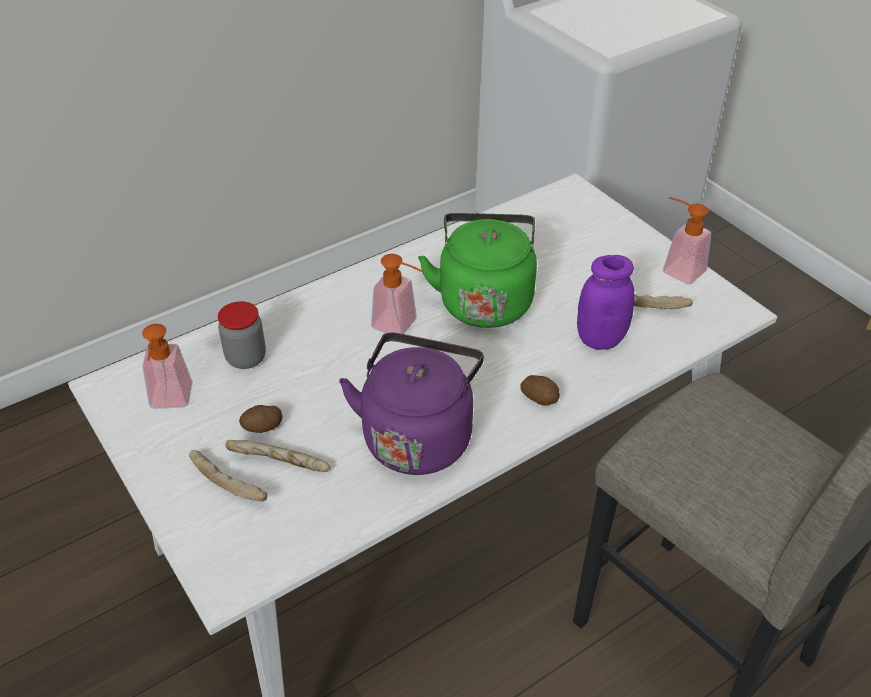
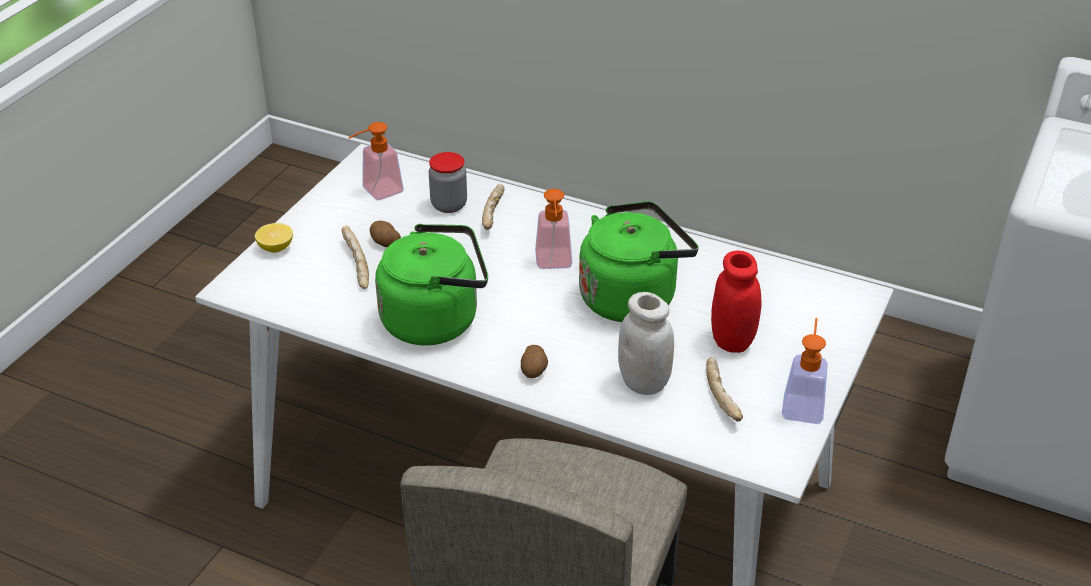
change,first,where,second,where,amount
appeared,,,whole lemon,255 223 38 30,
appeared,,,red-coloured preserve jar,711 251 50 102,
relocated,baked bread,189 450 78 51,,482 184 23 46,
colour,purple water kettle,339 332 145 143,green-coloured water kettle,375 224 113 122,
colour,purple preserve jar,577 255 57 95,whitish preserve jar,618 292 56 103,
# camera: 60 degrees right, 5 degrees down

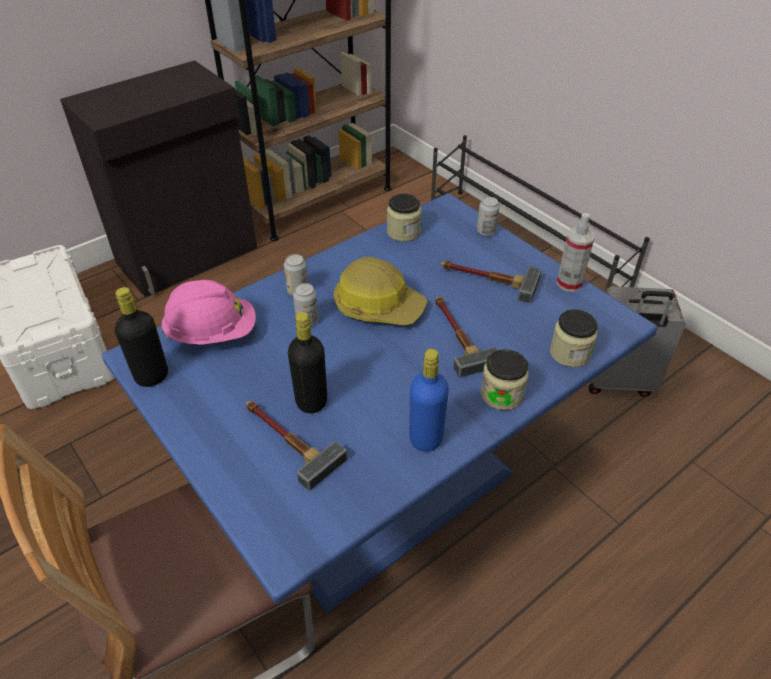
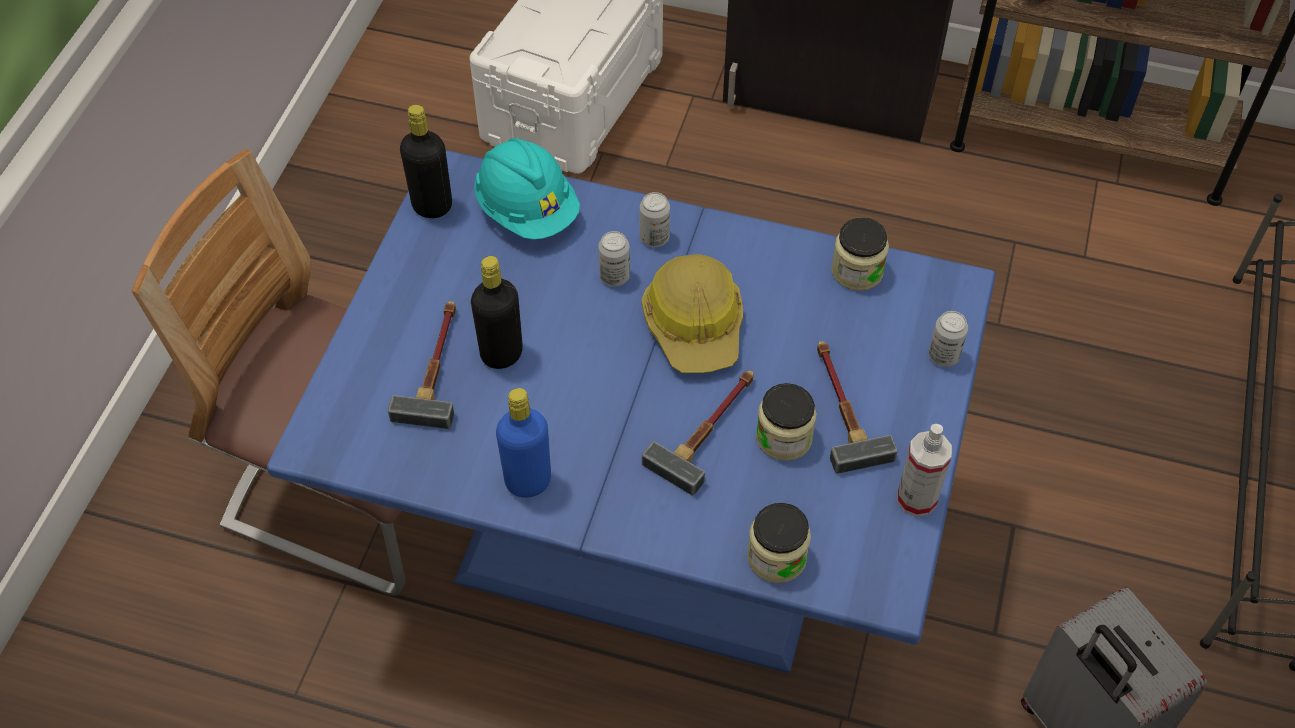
change,first,where,second,where,amount
relocated,preserve jar,481 349 47 61,,756 383 61 78,
colour,pink work helmet,161 280 95 65,turquoise work helmet,474 138 106 102,
# camera: 55 degrees right, 10 degrees up

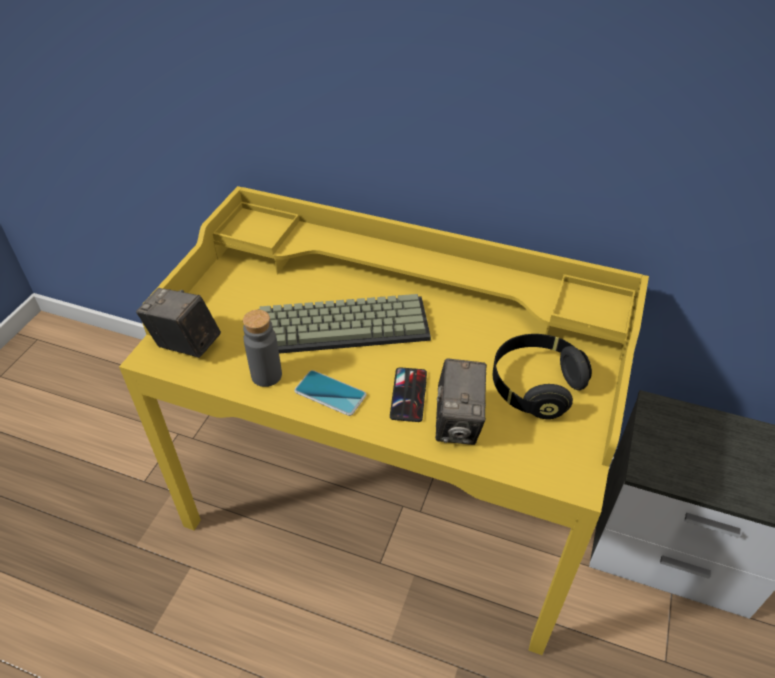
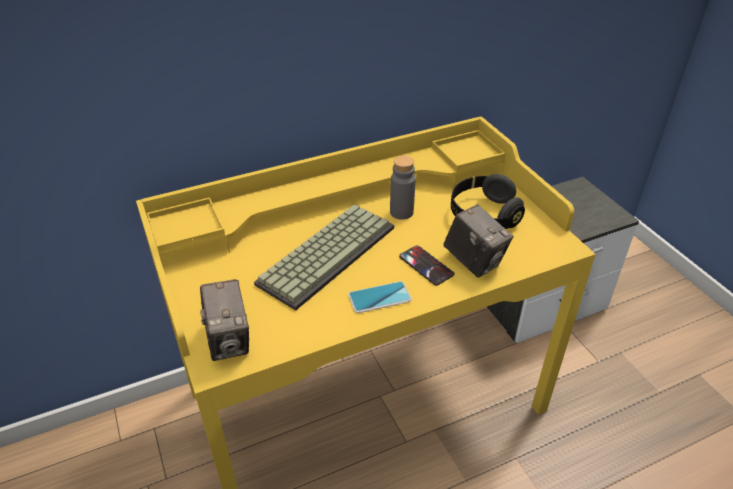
change,first,where,second,where,amount
relocated,greyish beverage bottle,243 310 39 77,,390 156 26 64,
spun,still camera,136 288 85 70,,200 279 49 82,90 degrees counterclockwise
# camera: 45 degrees left, 5 degrees down

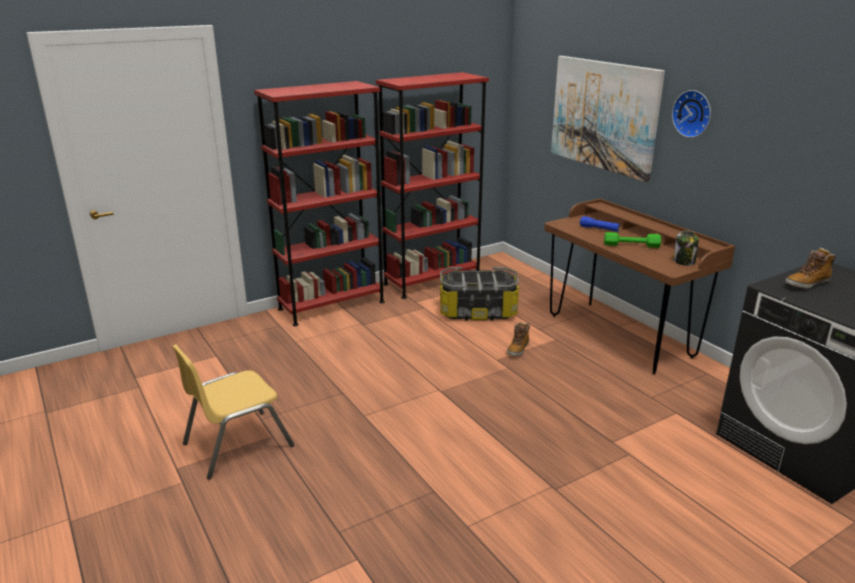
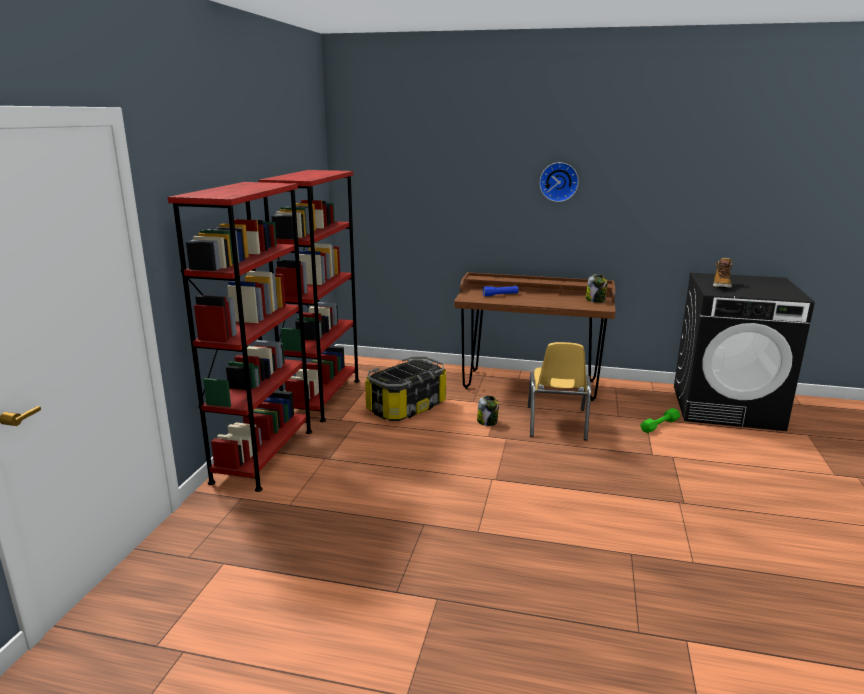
change,first,where,second,where,amount
missing,picture,551 56 114 126,,,
relocated,yellowish plain chair,172 344 122 136,,528 342 63 98,
relocated,green-coloured dumbbell,604 232 57 16,,640 408 40 25,
exchanged,high-top boot,507 322 23 34,preserve jar,477 395 22 31,
# camera: 45 degrees left, 5 degrees down

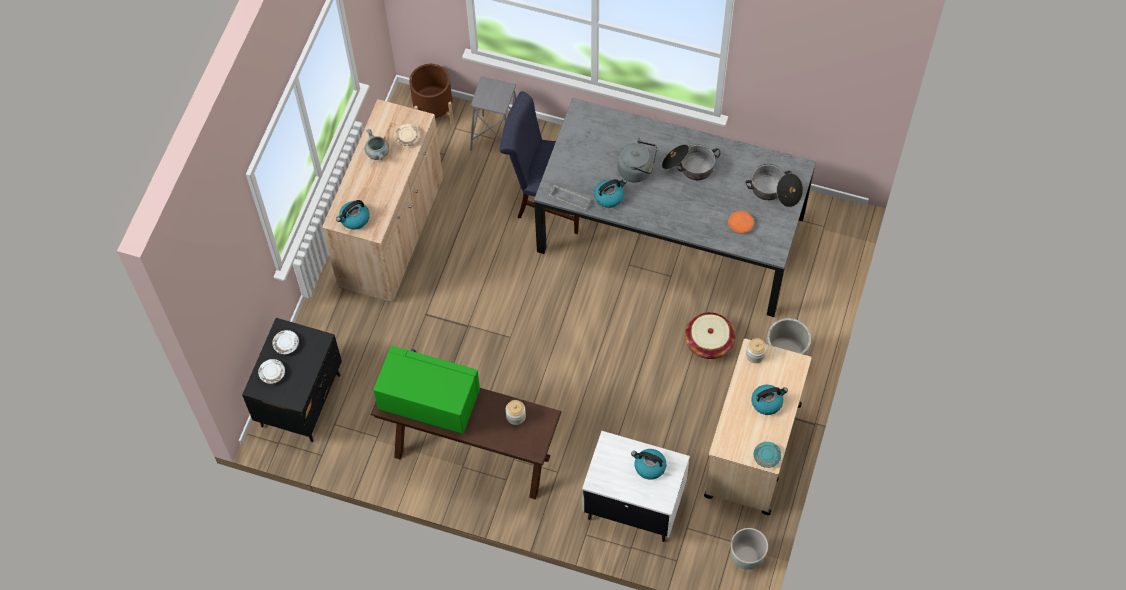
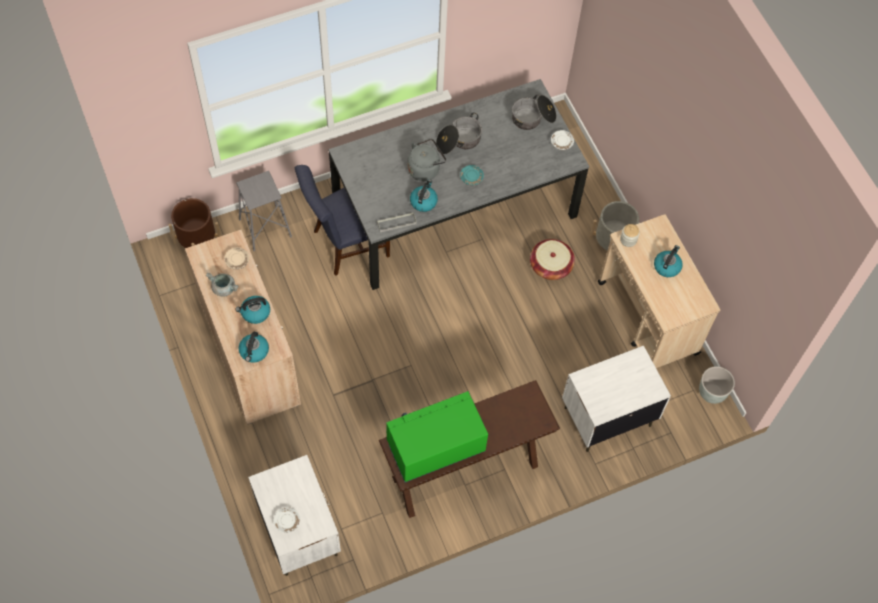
change,first,where,second,where,amount
missing,preserve jar,506 400 20 25,,,
missing,orange-coloured plate,728 211 26 22,,,
relocated,whitish plate,272 330 27 24,,551 130 23 20,
relocated,water kettle,631 449 35 31,,236 296 34 28,
relocated,turquoise plate,754 442 27 26,,460 165 24 21,
colour,blackish night table,242 318 100 124,whitish night table,248 455 93 121,
# camera: 45 degrees left, 0 degrees up

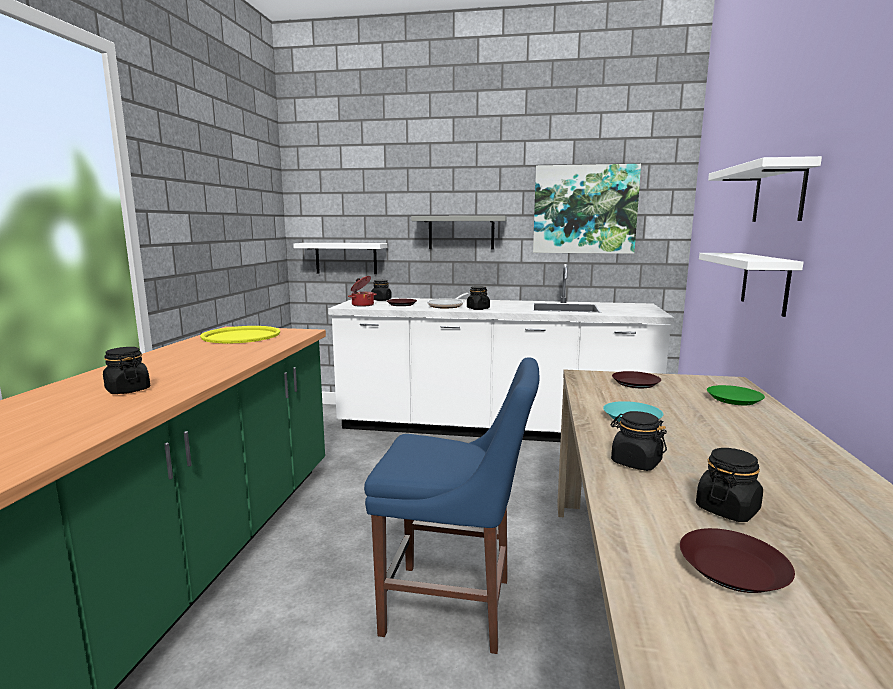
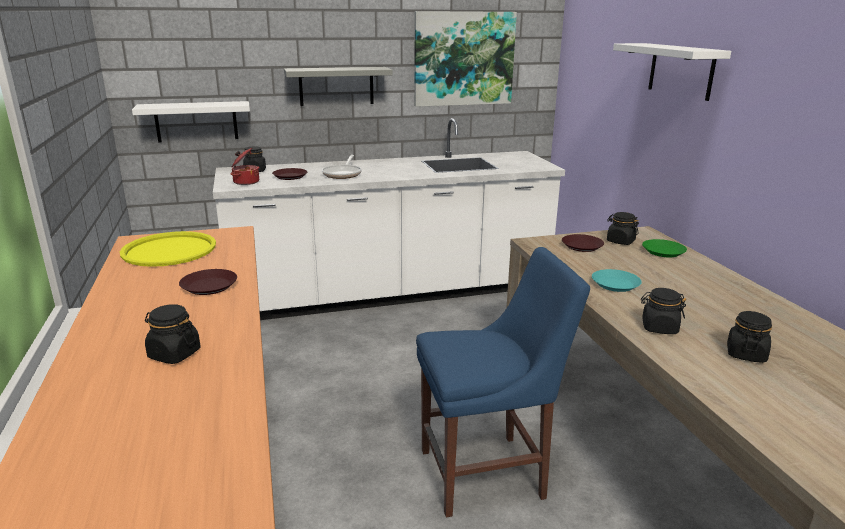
change,first,where,second,where,amount
missing,whitish shelf,699 253 105 64,,,
relocated,blackish preserve jar,467 286 23 24,,607 212 32 33,
relocated,brown-coloured plate,680 528 115 65,,179 269 58 26,
# camera: 25 degrees left, 10 degrees up

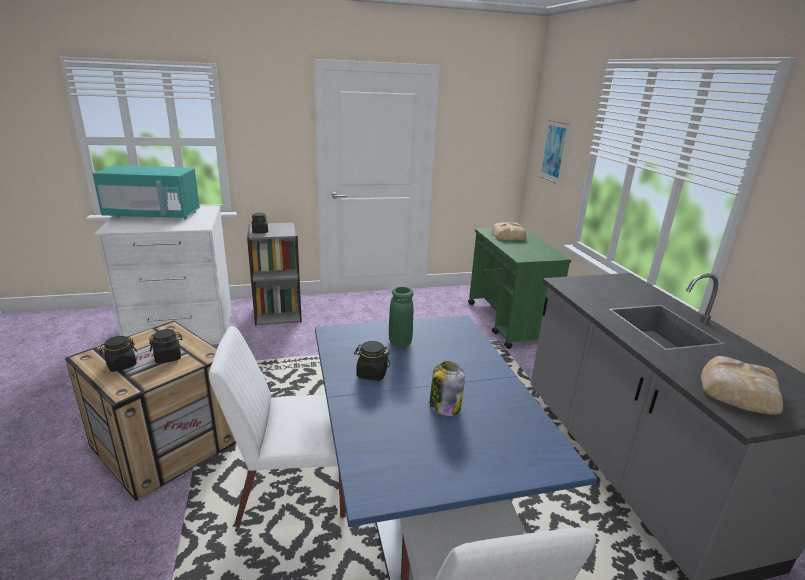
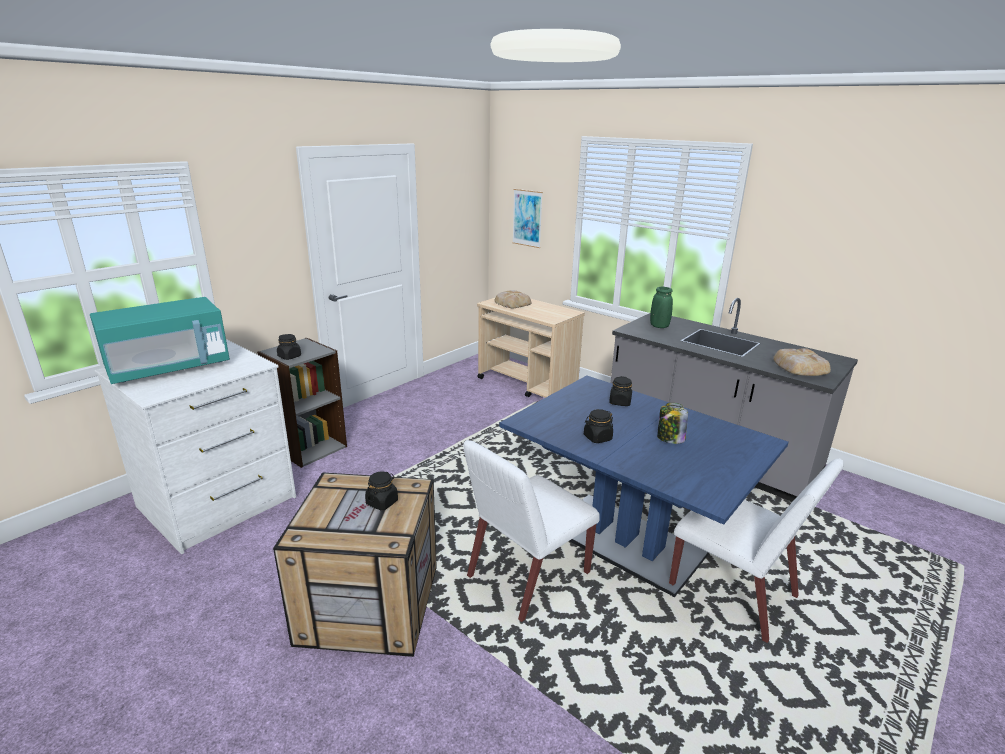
change,first,where,second,where,amount
relocated,blackish preserve jar,99 336 38 36,,609 376 23 30,
relocated,green-coloured decorative vase,389 287 24 60,,650 287 23 41,
colour,green-coloured cart,468 228 103 121,beige-coloured cart,477 298 108 100,
# camera: 35 degrees left, 0 degrees up

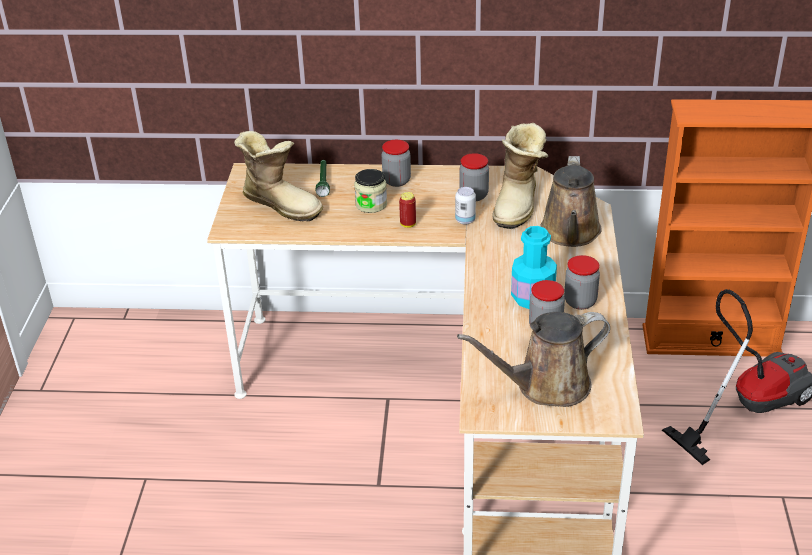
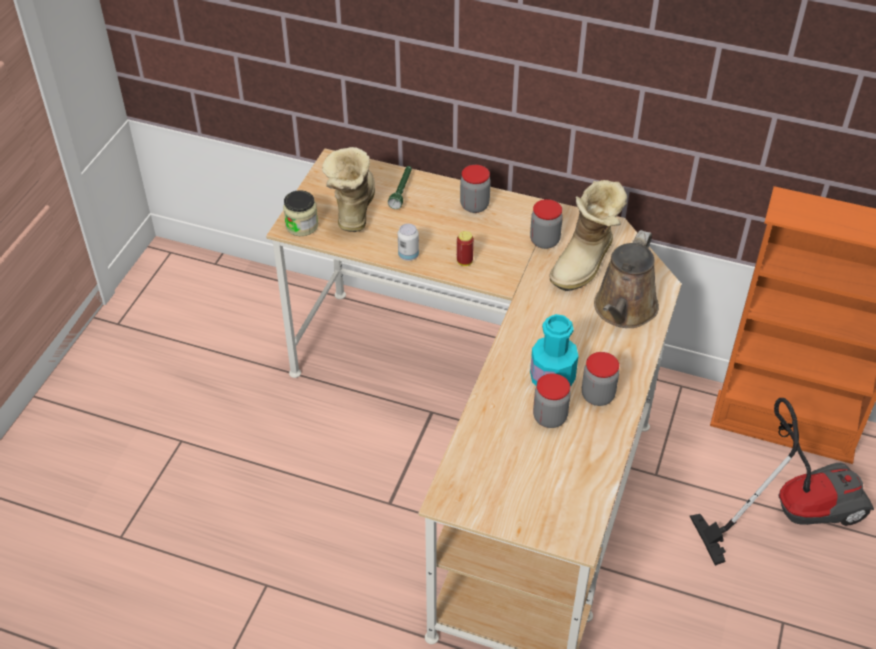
change,first,where,second,where,amount
missing,brown-coloured watering can,457 312 153 95,,,
relocated,preserve jar,354 169 33 44,,283 190 35 46,
relocated,metal can,455 187 21 38,,398 224 21 37,
spun,high-top boot,234 131 89 90,,322 147 53 85,135 degrees counterclockwise
# camera: 15 degrees right, 10 degrees up

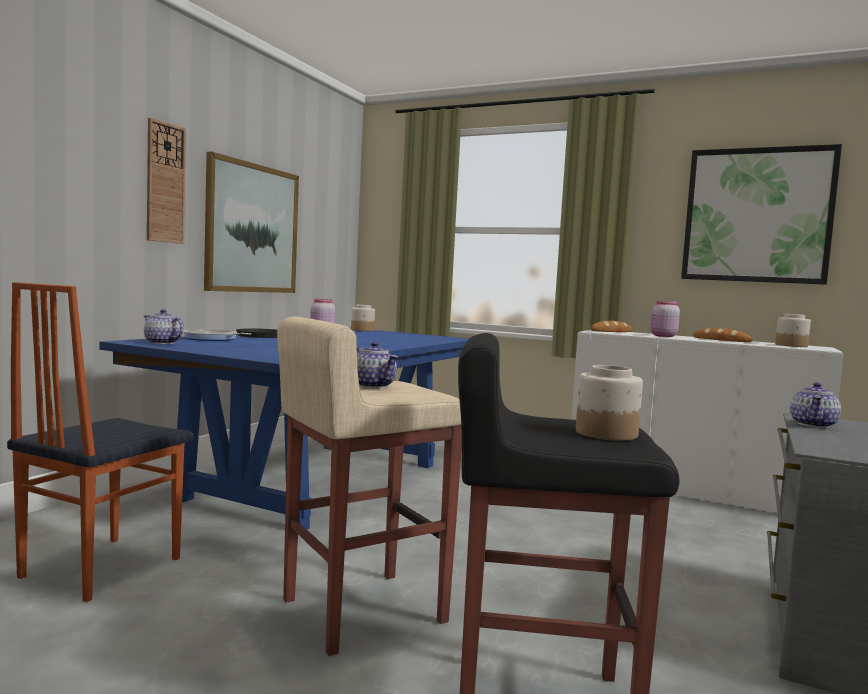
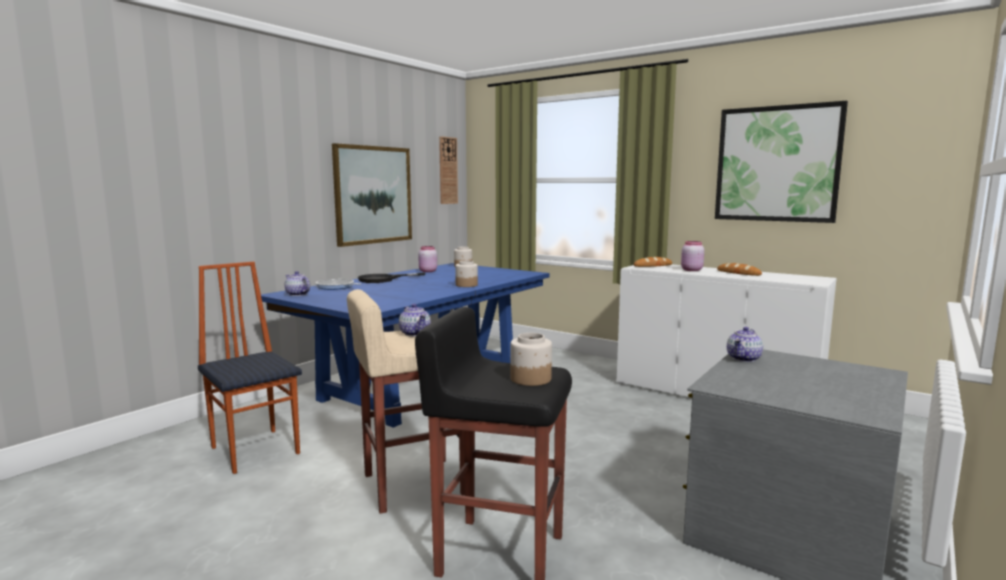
change,first,where,second,where,amount
relocated,wall clock,147 118 39 126,,439 136 19 68,
relocated,preserve jar,775 314 36 33,,455 261 23 26,
spun,plain chair,7 282 187 320,,198 262 104 212,105 degrees clockwise
# camera: 10 degrees right, 5 degrees up

